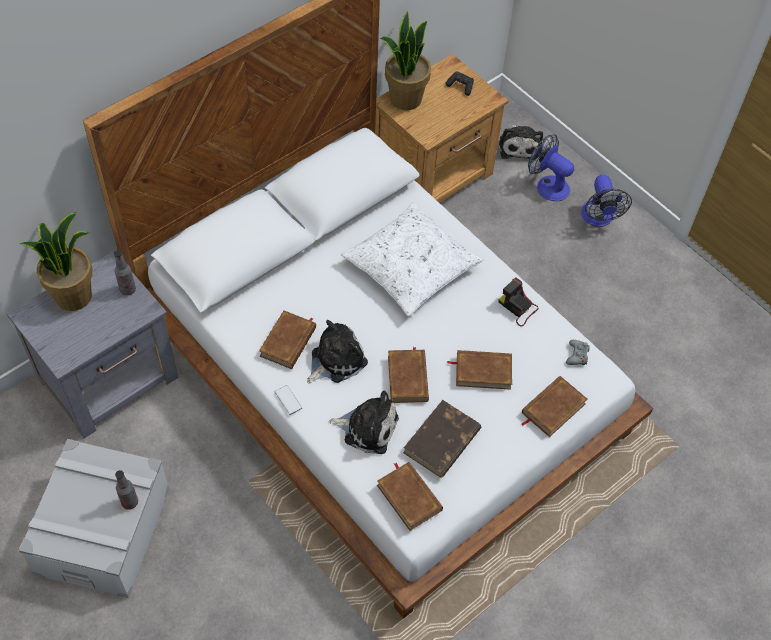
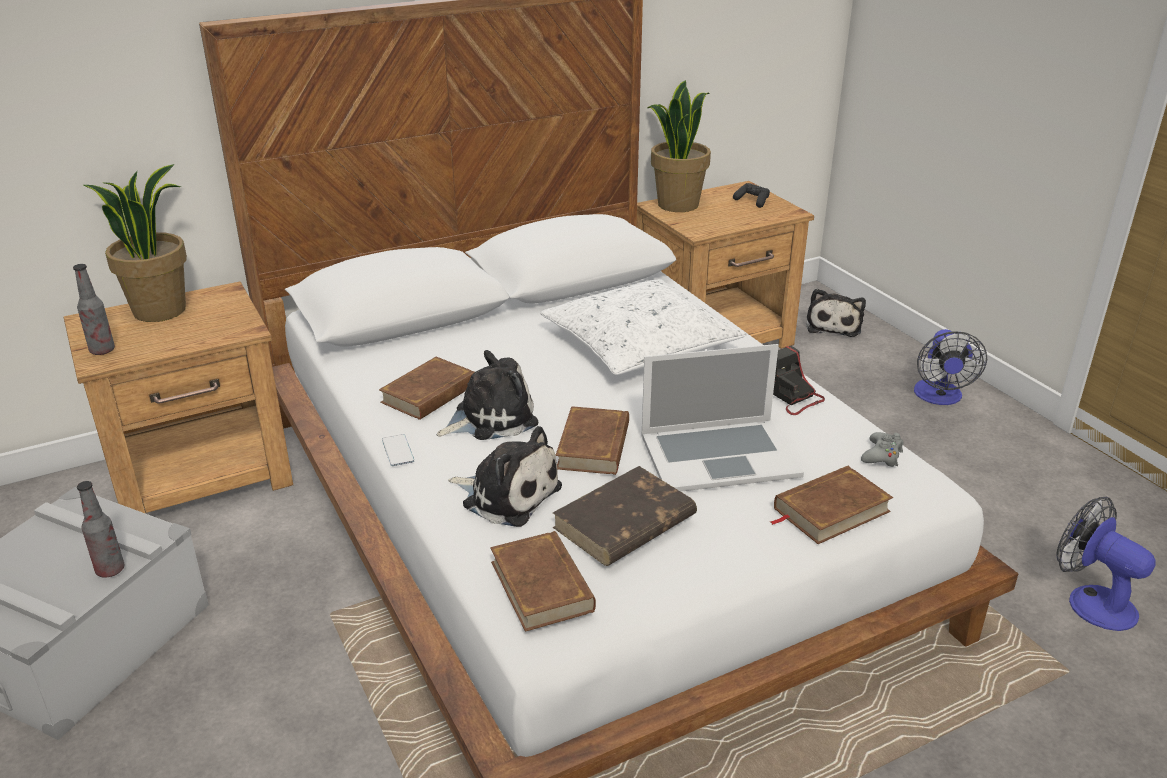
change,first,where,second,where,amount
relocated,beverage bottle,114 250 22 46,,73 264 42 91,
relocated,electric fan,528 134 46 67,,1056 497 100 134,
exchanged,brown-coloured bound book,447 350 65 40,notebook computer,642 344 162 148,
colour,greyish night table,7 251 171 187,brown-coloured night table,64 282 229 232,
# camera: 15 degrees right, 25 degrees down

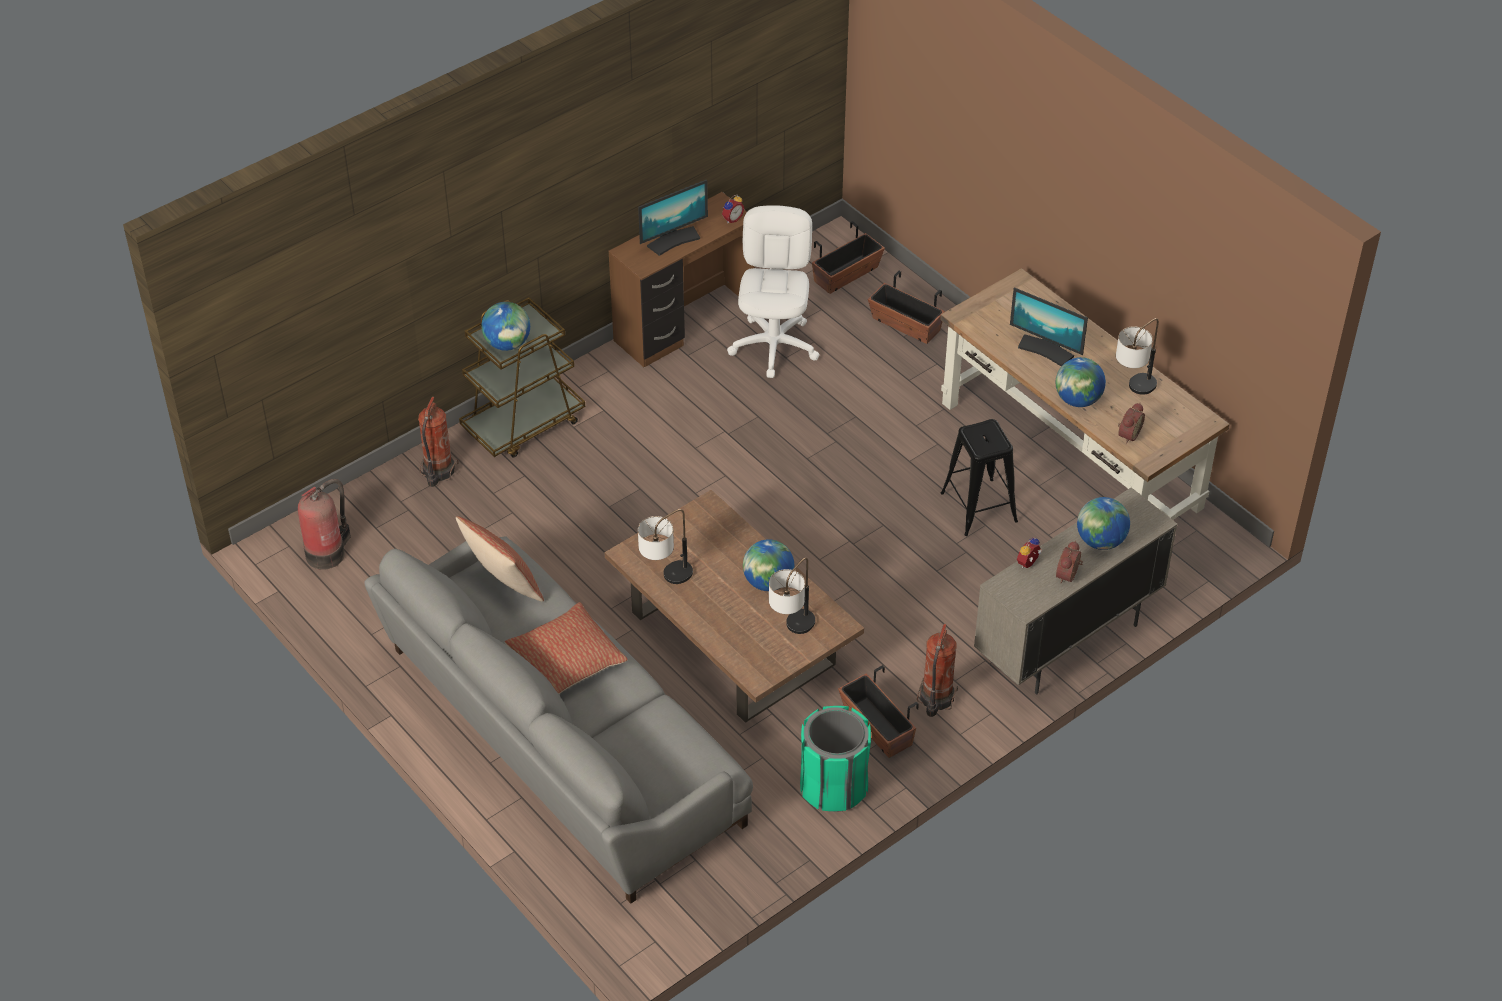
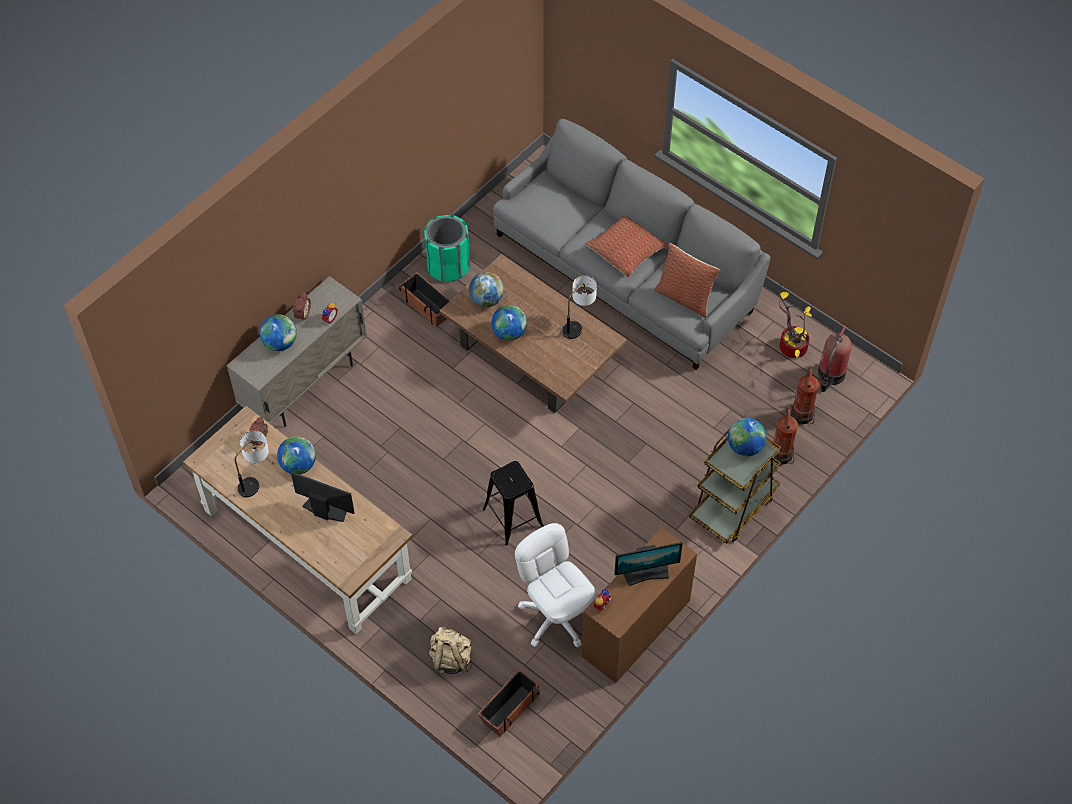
change,first,where,second,where,amount
appeared,,,plant in a pot,779 283 33 75,
relocated,extinguisher,917 624 41 93,,790 367 29 57,
relocated,blackish sitting stool,941 419 77 117,,483 461 61 84,
exchanged,table lamp,769 557 46 77,world globe,469 272 35 35,
exchanged,planter,868 271 77 73,beige-coloured rucksack,429 625 43 49,
spun,computer screen,638 180 70 76,,614 542 69 44,150 degrees counterclockwise
spun,whitish office chair,727 205 93 173,,515 523 81 124,150 degrees clockwise
# camera: 170 degrees right, 10 degrees up

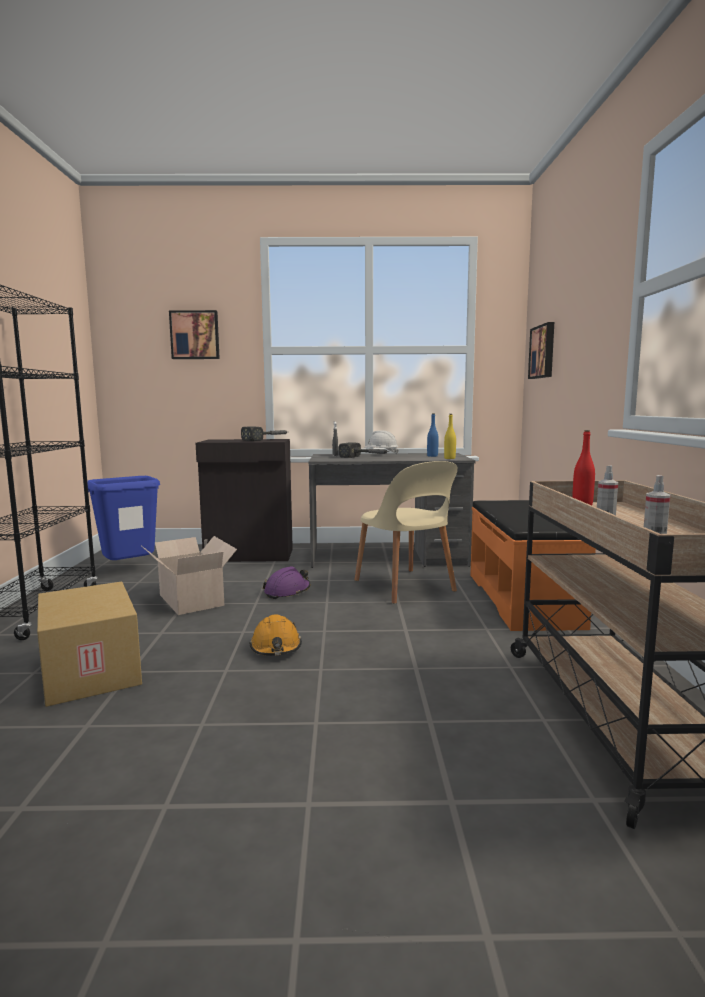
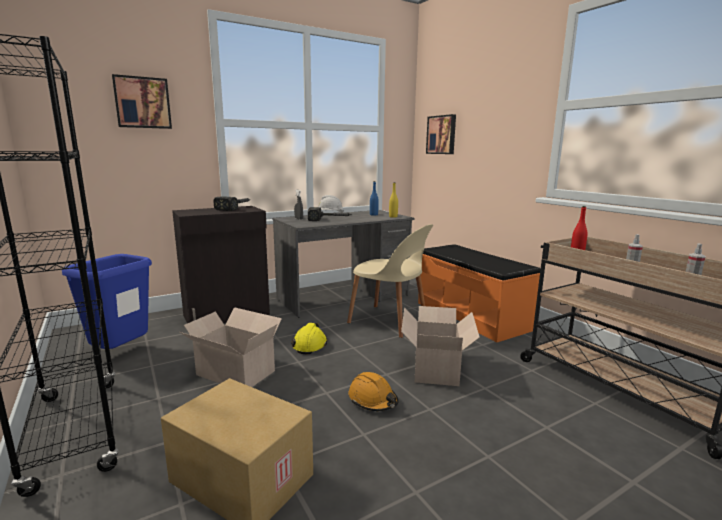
change,first,where,second,where,amount
appeared,,,packing box,401 306 79 80,
colour,purple work helmet,263 566 47 33,yellowish work helmet,291 323 37 31,
# camera: 30 degrees left, 5 degrees up

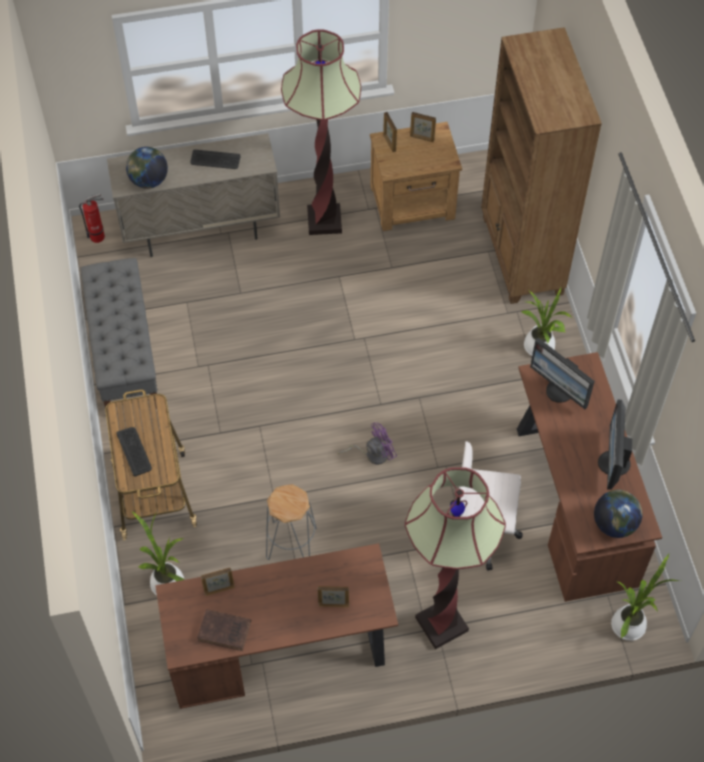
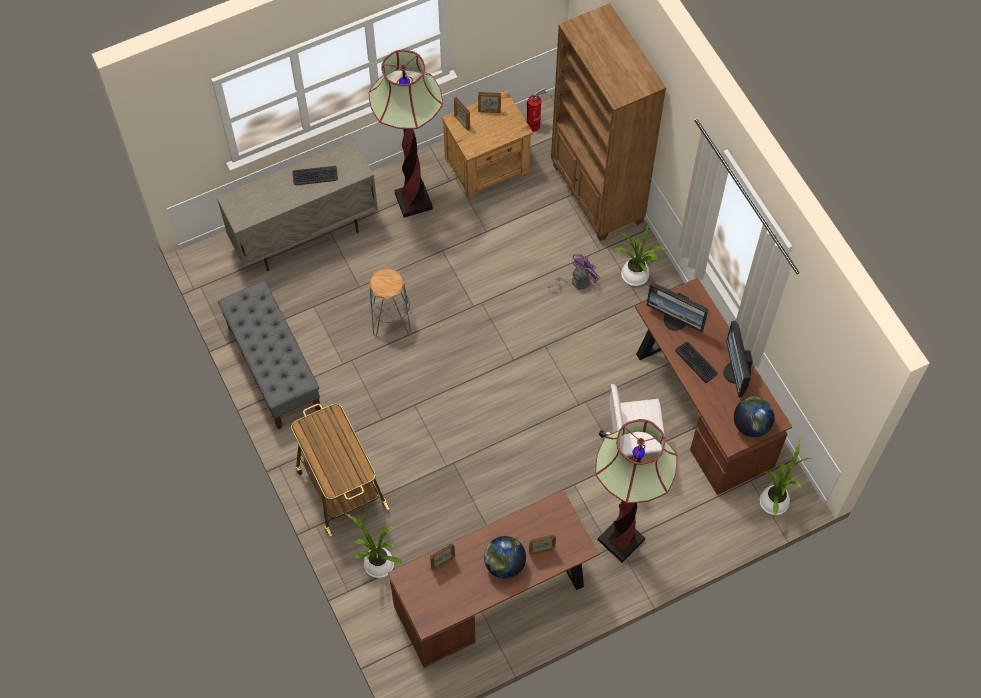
change,first,where,second,where,amount
missing,brown-coloured bound book,197 609 54 42,,,
relocated,extinguisher,79 193 26 50,,527 87 19 45,
relocated,computer keyboard,116 427 36 50,,675 342 42 41,
relocated,world globe,126 147 42 42,,484 536 42 43,
relocated,greyish sitting stool,266 484 51 76,,369 268 42 69,
relocated,purple electric fan,337 422 60 43,,548 254 52 35,
# camera: 15 degrees left, 5 degrees up

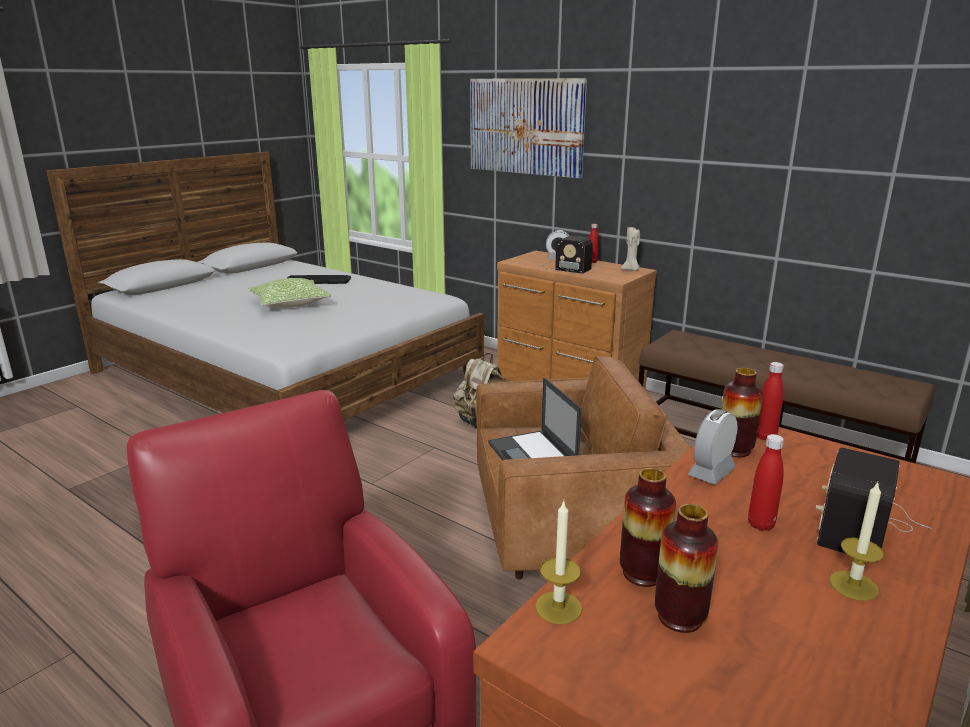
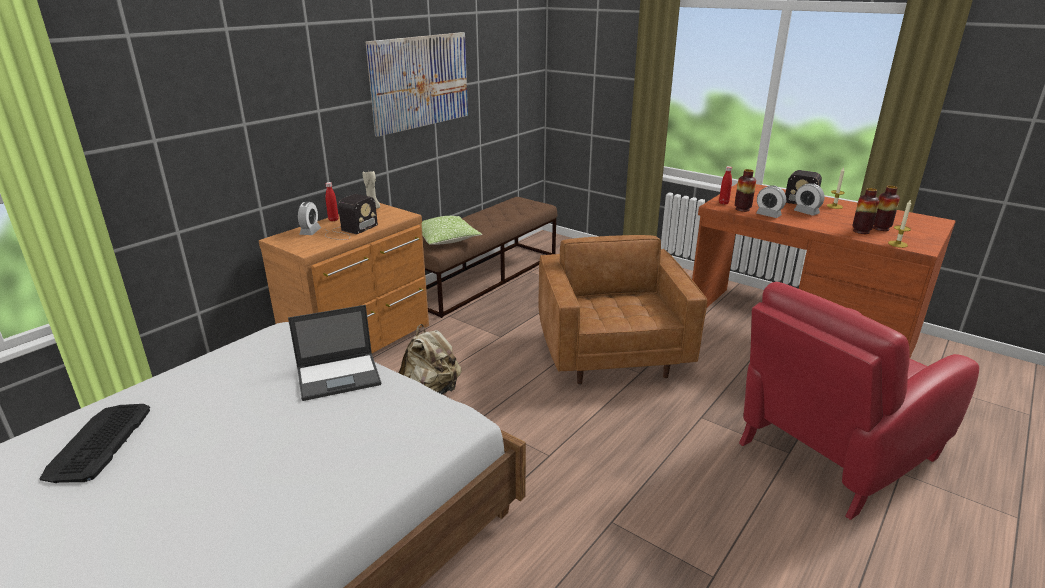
change,first,where,second,where,amount
relocated,pillow,248 278 83 30,,422 216 61 29,
relocated,picture,470 78 117 100,,366 32 102 105,
relocated,notebook computer,488 377 94 84,,288 305 93 96,
exchanged,red-coloured beverage bottle,748 434 36 97,alarm clock,794 183 31 33,
# camera: 90 degrees left, 5 degrees up

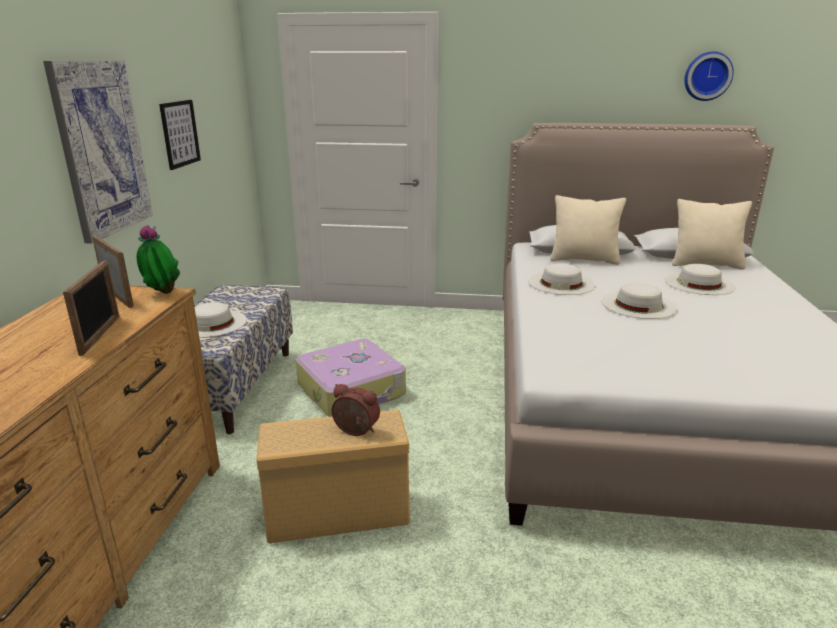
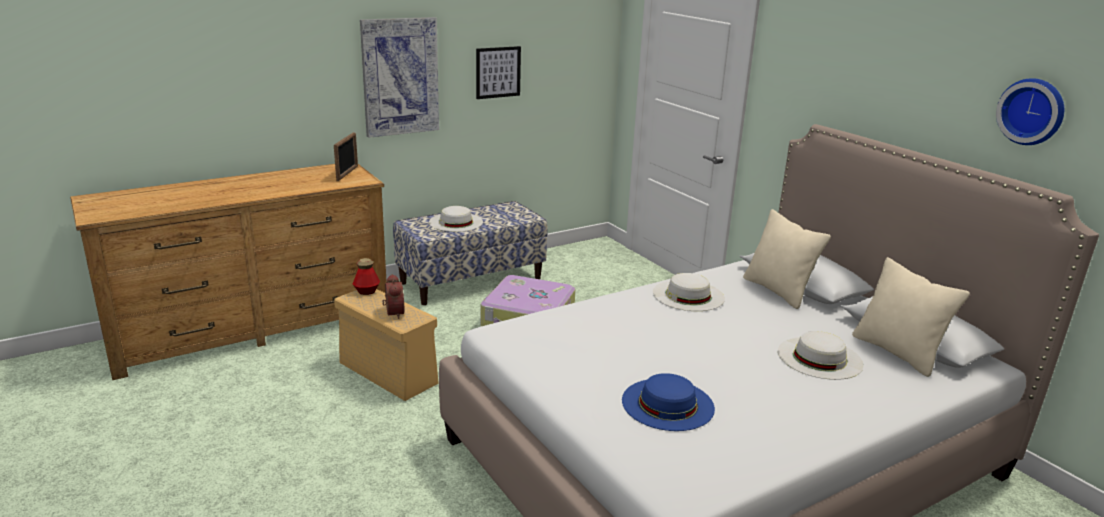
change,first,where,second,where,amount
missing,picture frame,63 261 56 95,,,
missing,plant in a pot,137 225 43 69,,,
missing,whitish wearable hat,601 283 77 36,,,
appeared,,,beverage bottle,353 258 27 37,
appeared,,,bluish wearable hat,622 373 93 58,
# camera: 50 degrees right, 0 degrees up

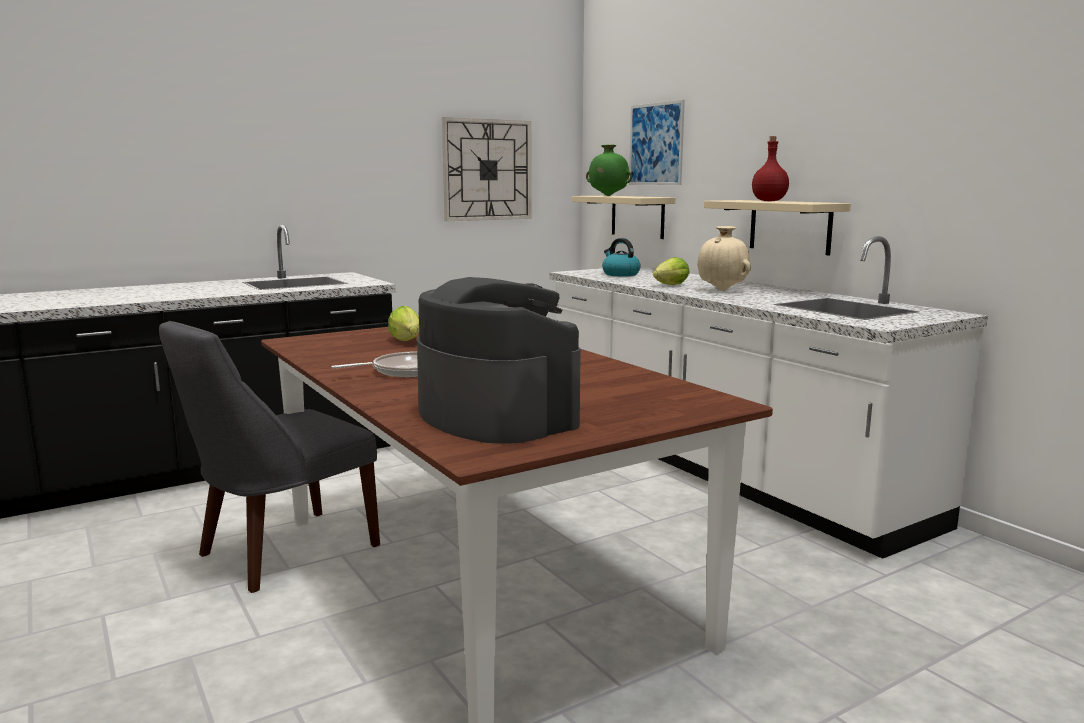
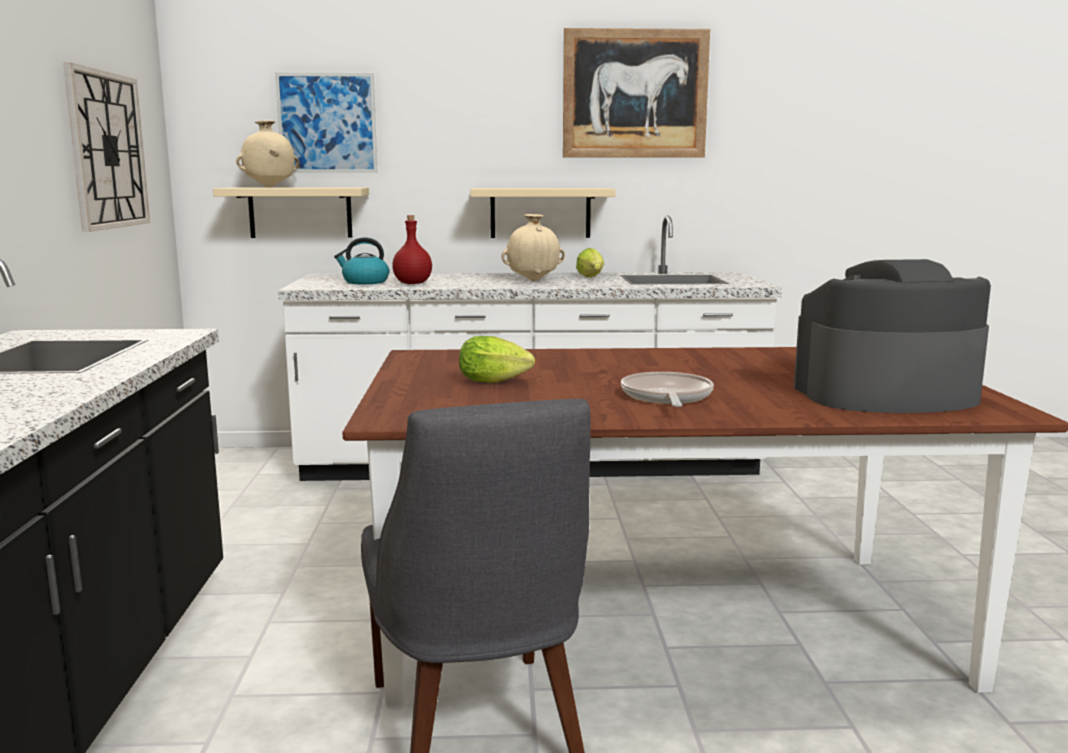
change,first,where,second,where,amount
appeared,,,picture,563 28 147 130,
relocated,lettuce head,653 257 37 28,,576 248 28 29,
relocated,red-coloured beverage bottle,752 136 37 65,,392 215 40 69,
colour,green-coloured decorative vase,586 144 46 52,beige-coloured decorative vase,236 120 63 68,
# camera: 60 degrees left, 0 degrees up

